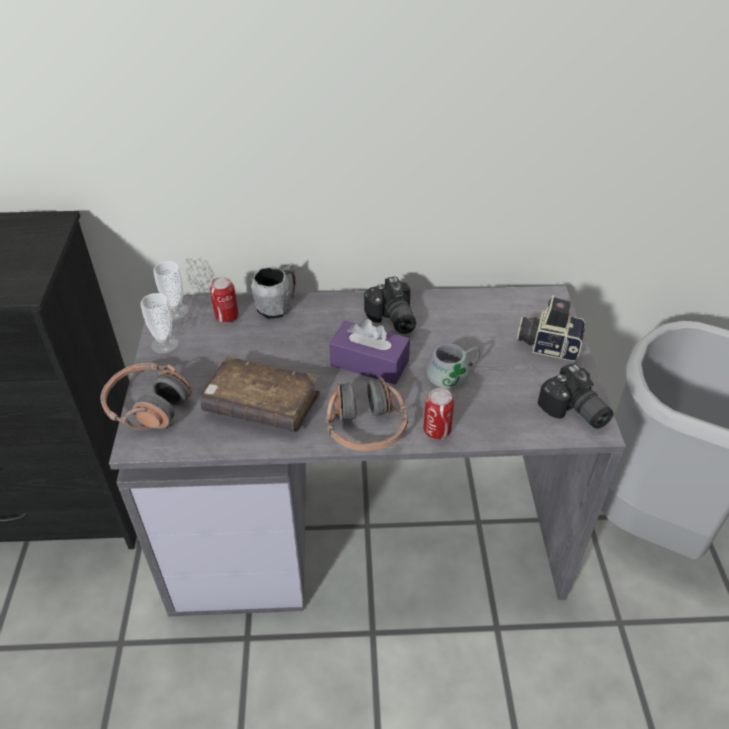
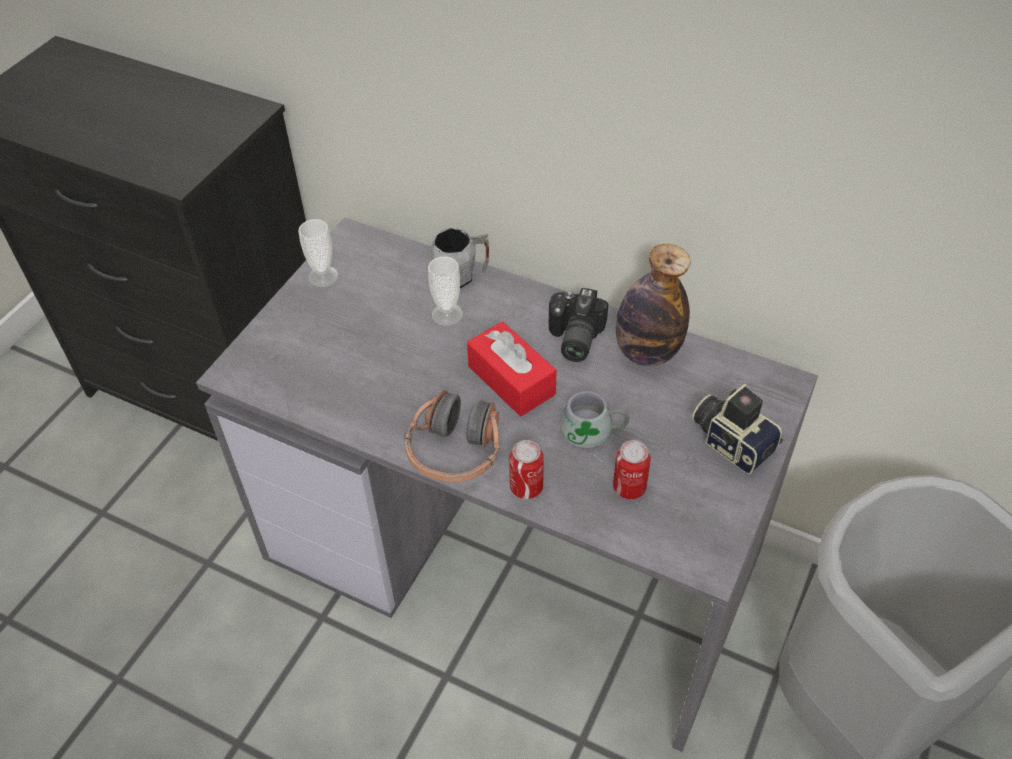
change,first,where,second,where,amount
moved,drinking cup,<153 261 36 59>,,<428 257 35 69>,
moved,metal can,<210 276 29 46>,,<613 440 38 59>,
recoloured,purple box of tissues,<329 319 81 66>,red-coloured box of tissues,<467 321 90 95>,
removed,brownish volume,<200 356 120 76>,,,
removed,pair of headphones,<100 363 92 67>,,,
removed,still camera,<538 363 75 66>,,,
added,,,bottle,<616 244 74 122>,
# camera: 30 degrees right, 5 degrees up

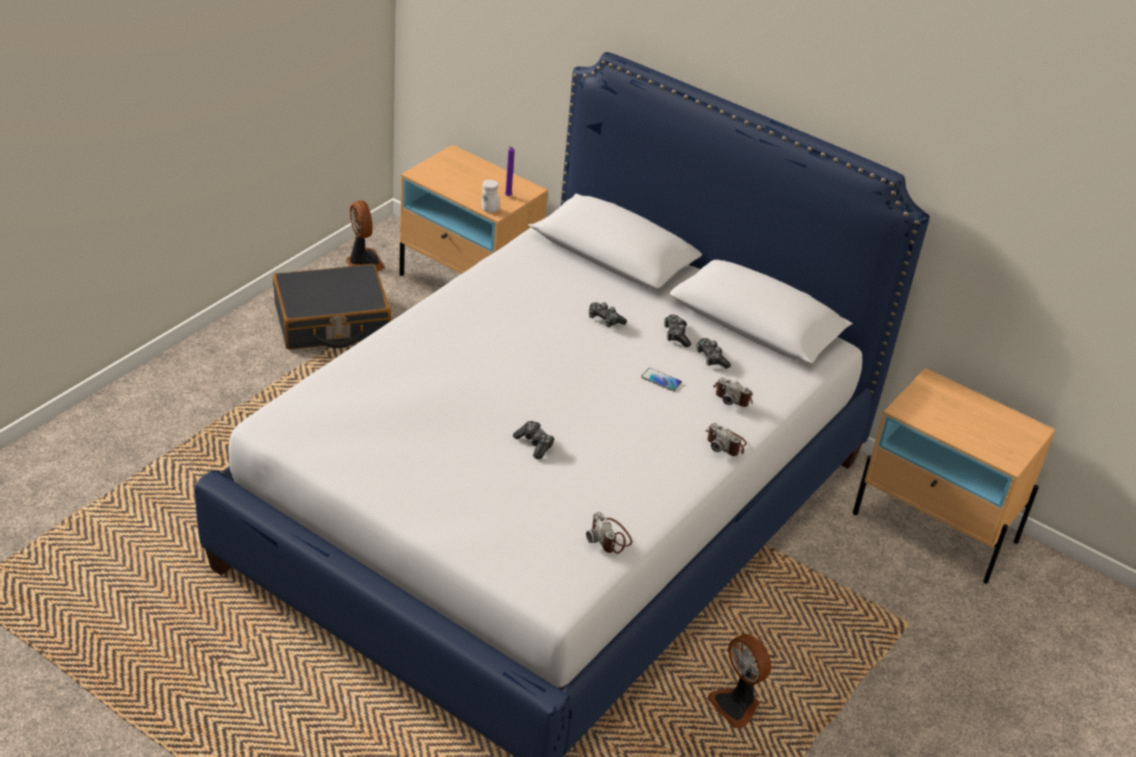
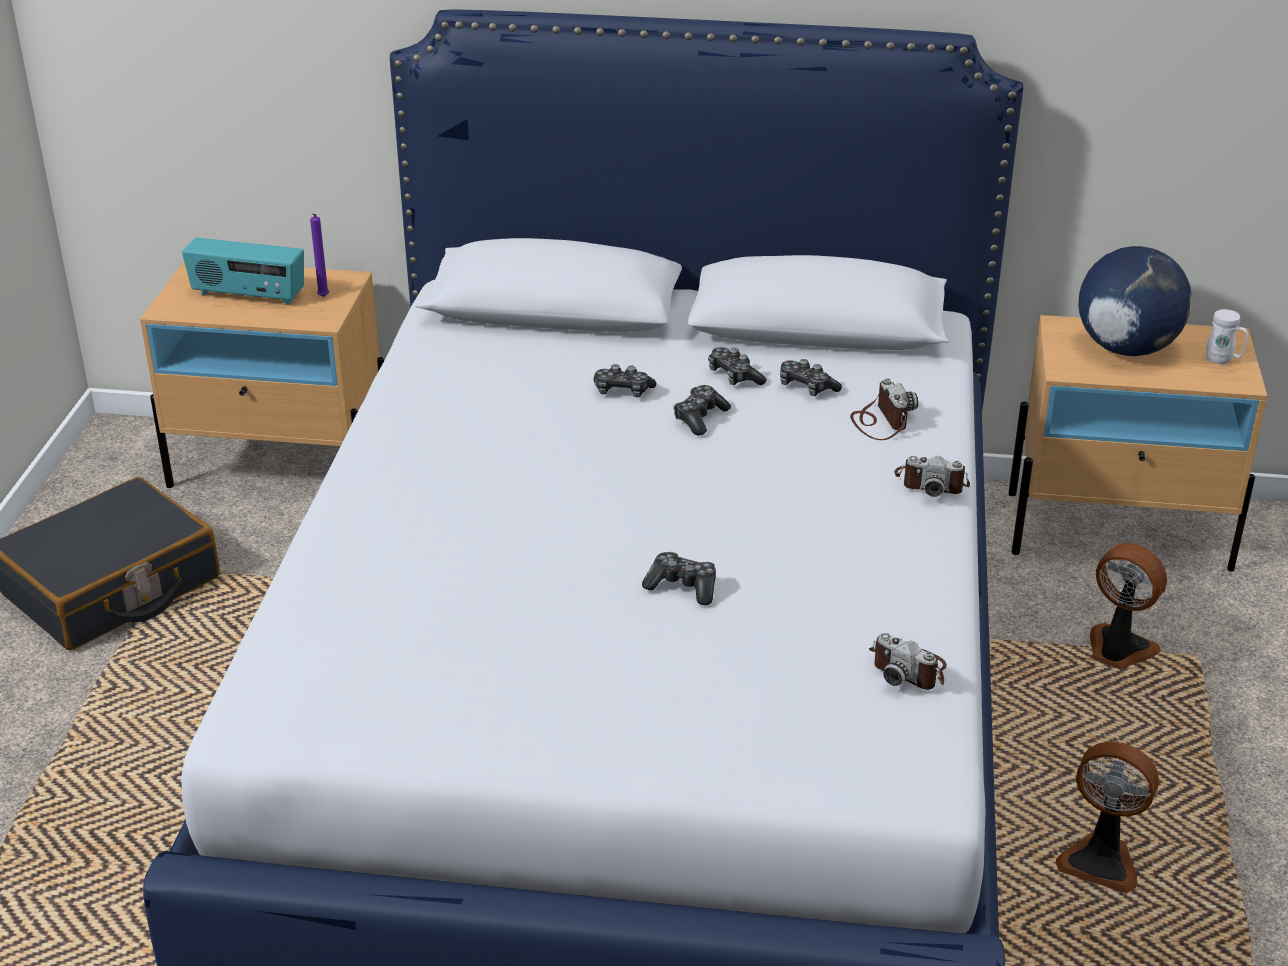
change,first,where,second,where,amount
moved,white mug,<482 180 18 33>,,<1206 309 42 55>,
moved,fan,<346 200 39 71>,,<1090 543 77 127>,
removed,telephone,<641 368 41 23>,,,
turned,still camera,<713 378 40 29>,,<850 378 68 62>,105 degrees counterclockwise
added,,,radio,<182 238 122 67>,
added,,,desk globe,<1078 246 114 110>,
added,,,game controller,<673 385 58 51>,
# camera: 25 degrees left, 5 degrees down

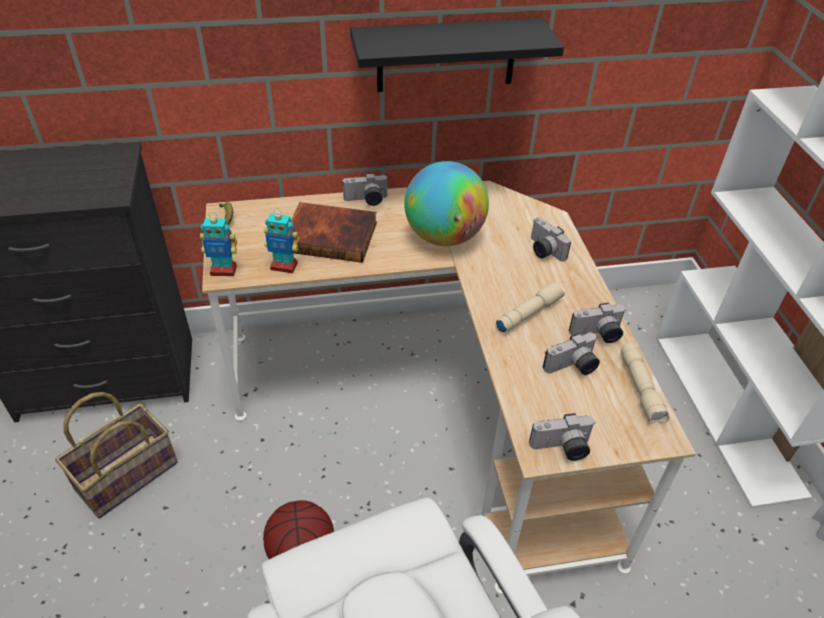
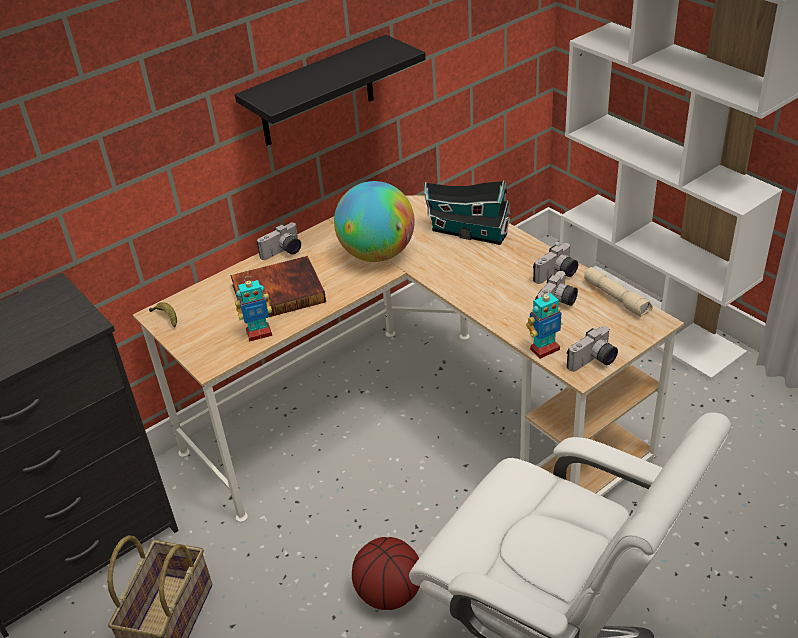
change,first,where,second,where,amount
moved,robot figure,<200 212 37 64>,,<526 290 37 69>,
replaced,still camera,<531 217 40 44>,toy house,<424 180 87 65>,
removed,sand-coloured hand torch,<496 282 69 51>,,,
# camera: 25 degrees left, 5 degrees down

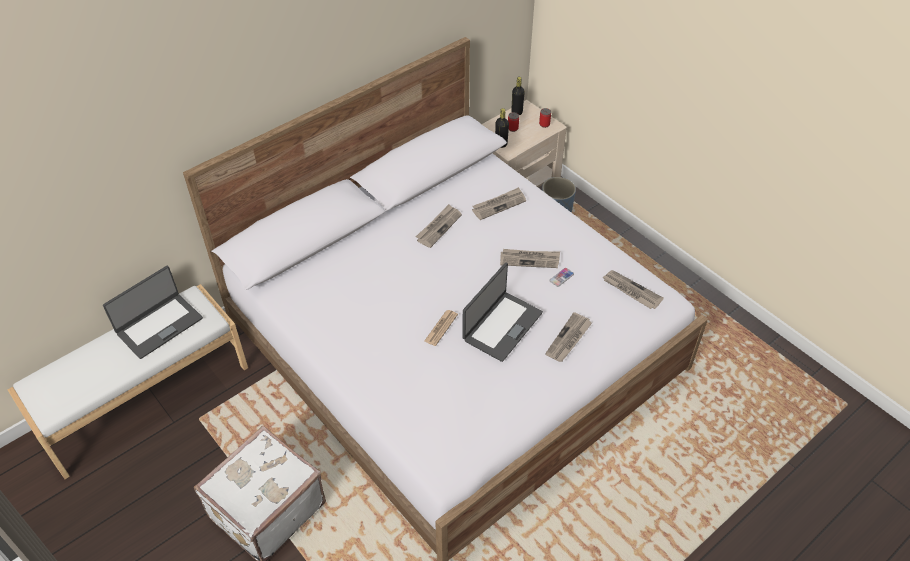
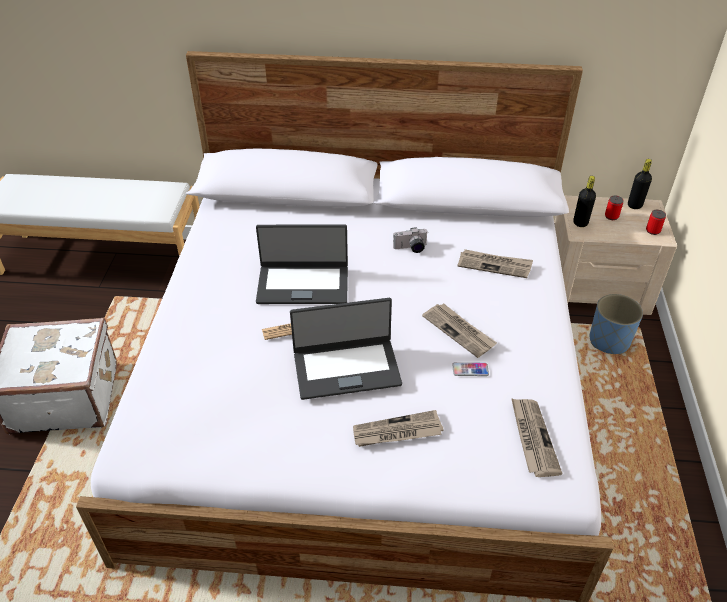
change,first,where,second,where,amount
replaced,newspaper,<416 204 46 44>,still camera,<393 227 35 26>,
moved,laptop,<103 266 100 93>,,<256 225 92 79>,
# camera: 45 degrees right, 5 degrees down

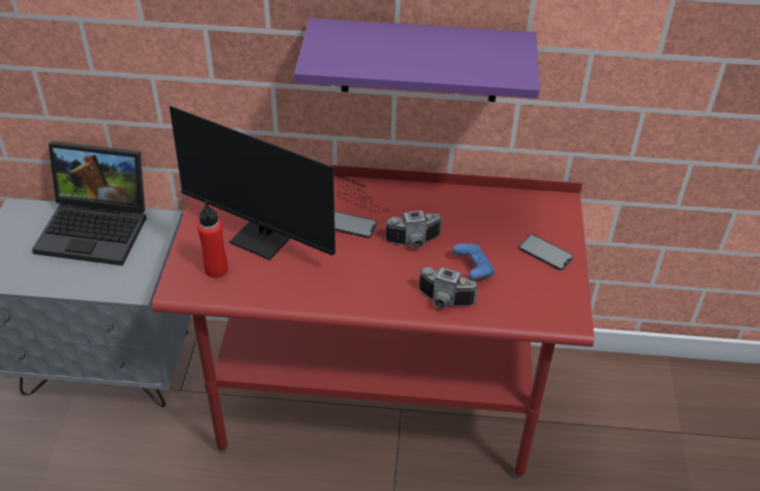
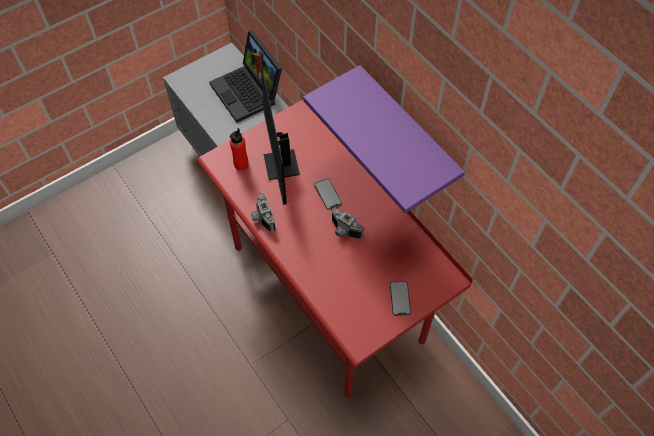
change,first,where,second,where,amount
removed,bluish game controller,<452 243 43 37>,,,
moved,still camera,<419 267 60 41>,,<251 193 25 39>,
# camera: 50 degrees right, 15 degrees up

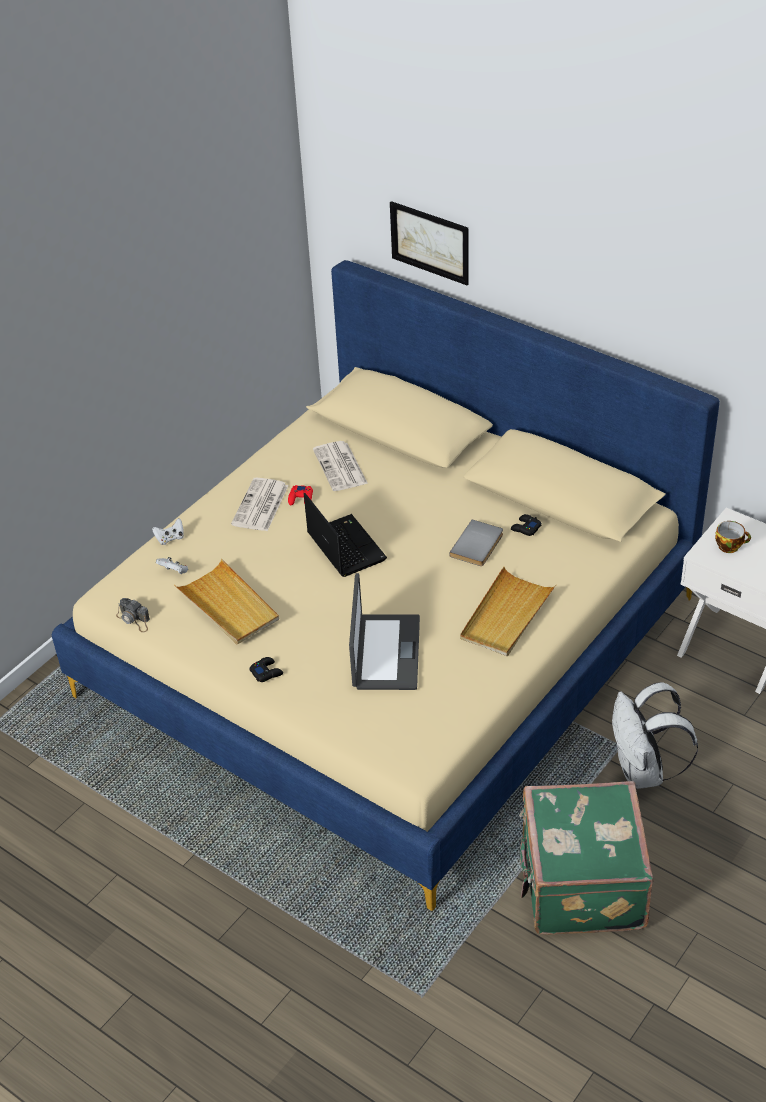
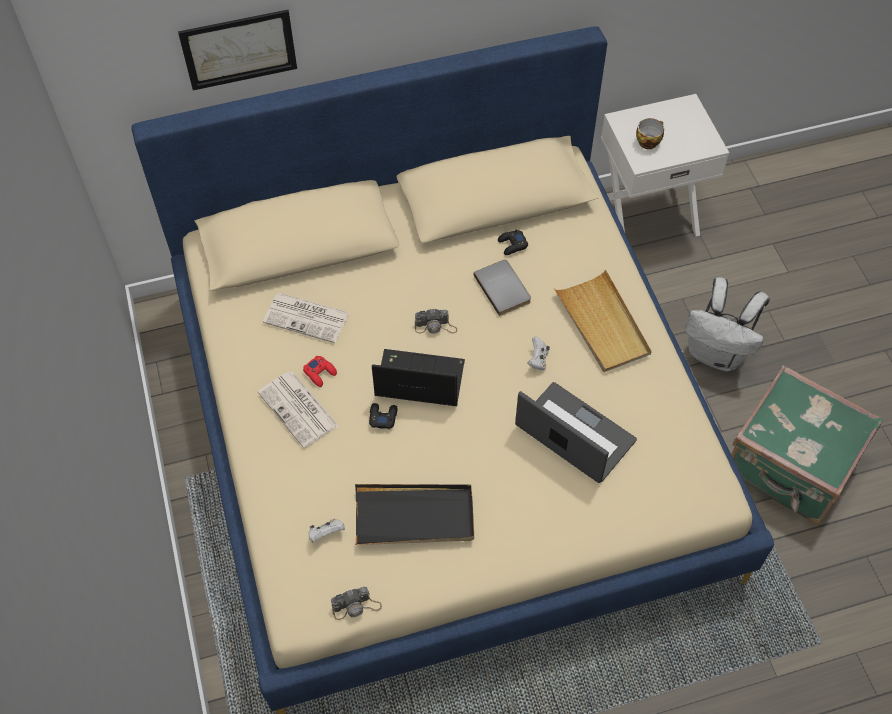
change,first,where,second,where,amount
moved,white game controller,<152 518 32 27>,,<528 337 22 34>,
recoloured,sand-coloured serving tray,<174 559 105 85>,blackish serving tray,<355 484 119 61>,
moved,blackish game controller,<249 657 34 25>,,<369 403 29 26>,
added,,,still camera,<415 308 42 26>,
# camera: 55 degrees left, 15 degrees up

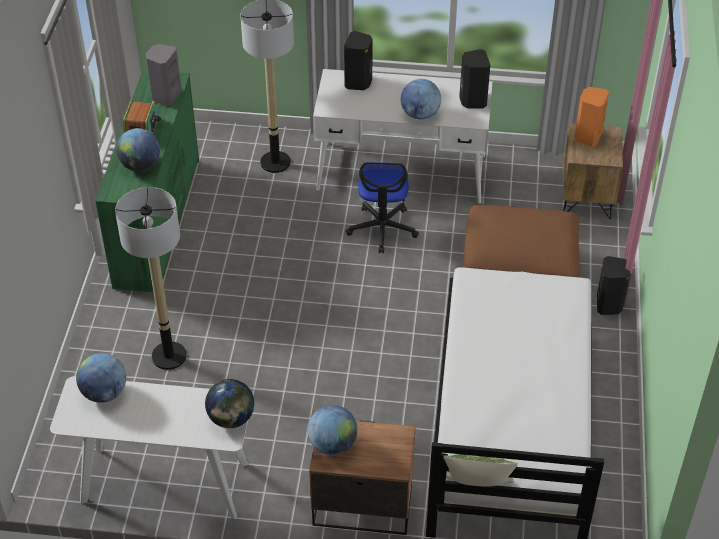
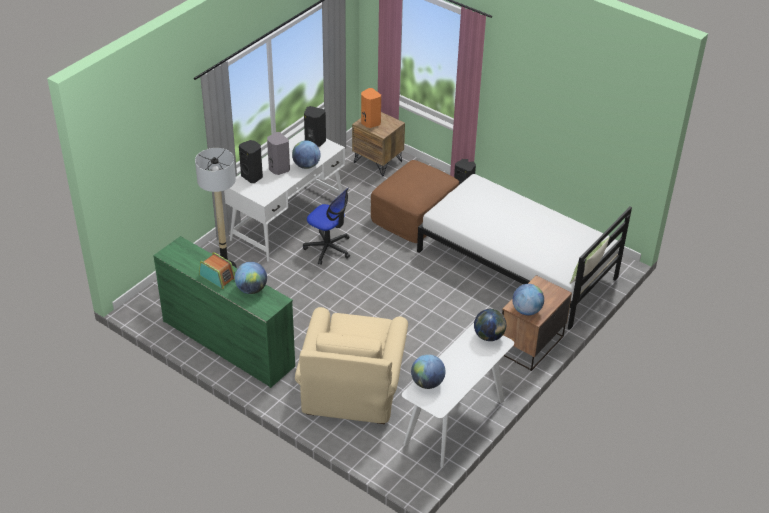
change,first,where,second,where,amount
moved,gray audio speaker,<146 44 36 62>,,<267 132 23 43>,
replaced,floor lamp,<115 187 71 183>,sand-coloured armchair,<295 307 113 117>,
# camera: 60 degrees left, 5 degrees down

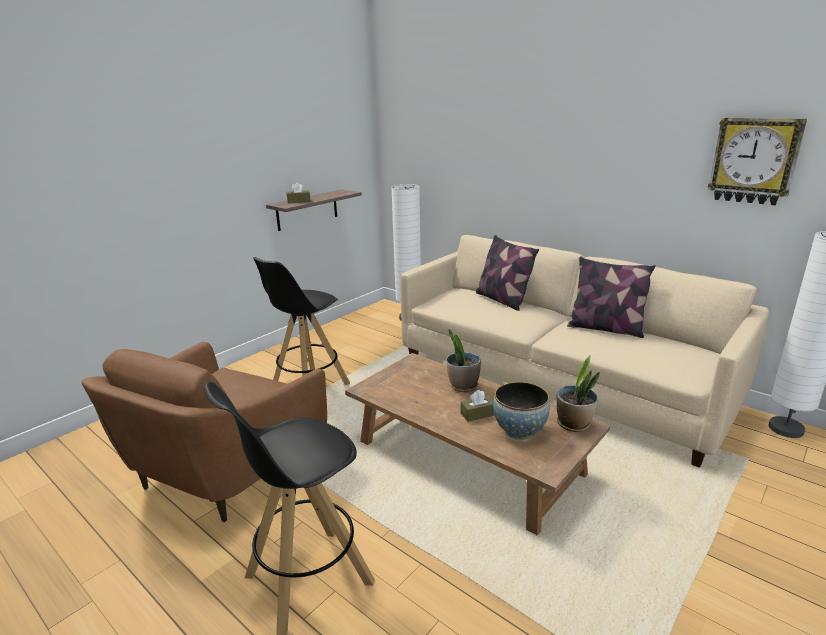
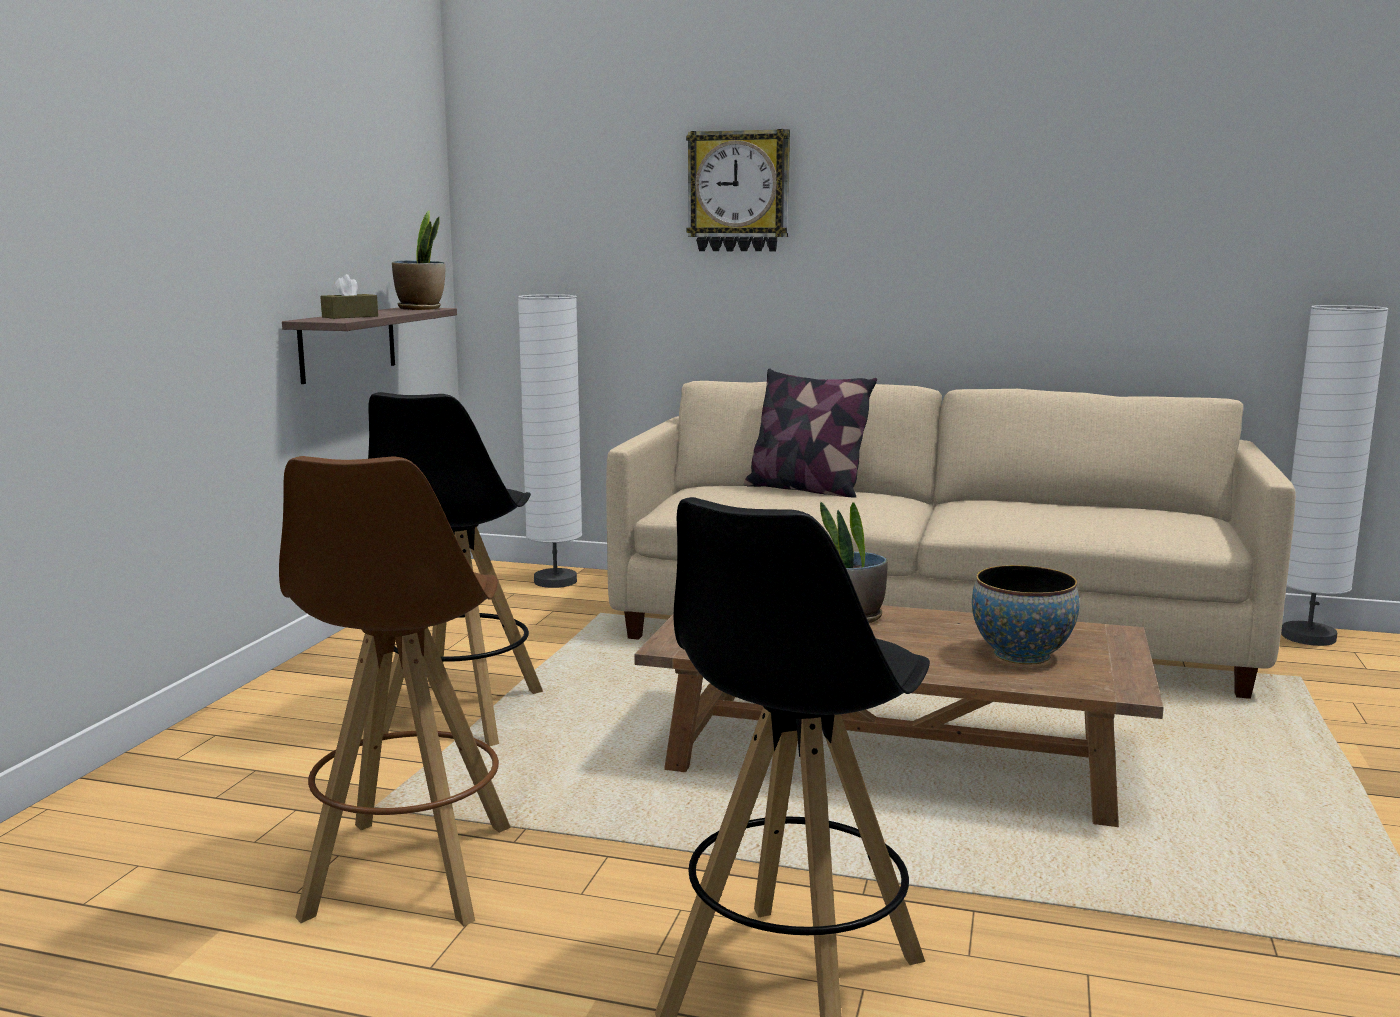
change,first,where,second,where,amount
moved,hanging clock,<708 117 99 88>,,<686 129 104 123>,
removed,pillow,<567 256 88 82>,,,
replaced,brownish armchair,<82 342 245 180>,brownish sitting stool,<279 456 232 470>,
moved,plant in a pot,<556 355 44 77>,,<392 211 54 99>,
removed,brownish box of tissues,<461 390 34 32>,,,
# camera: 25 degrees left, 10 degrees down

